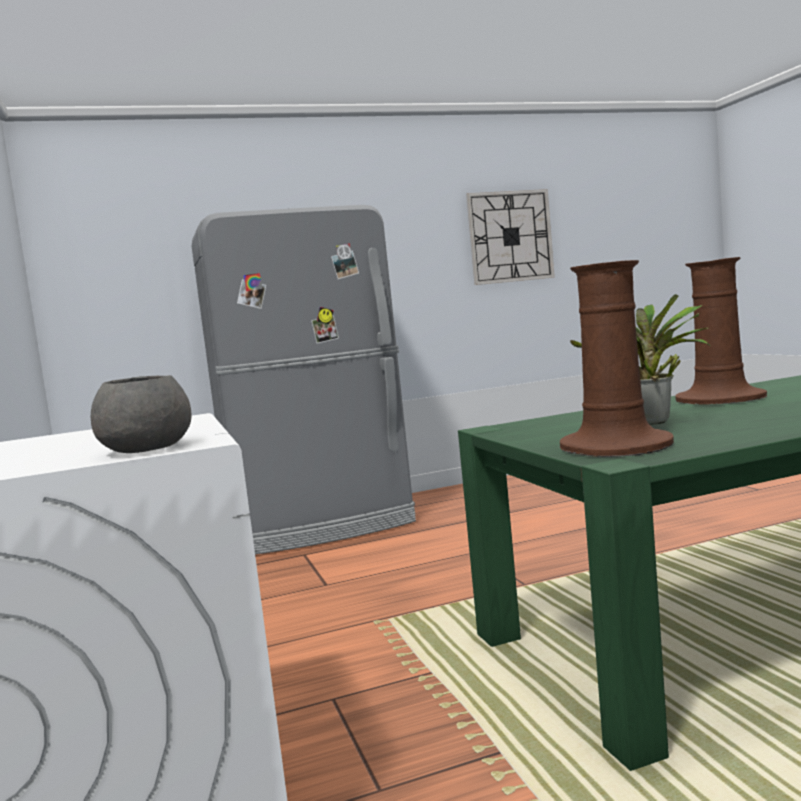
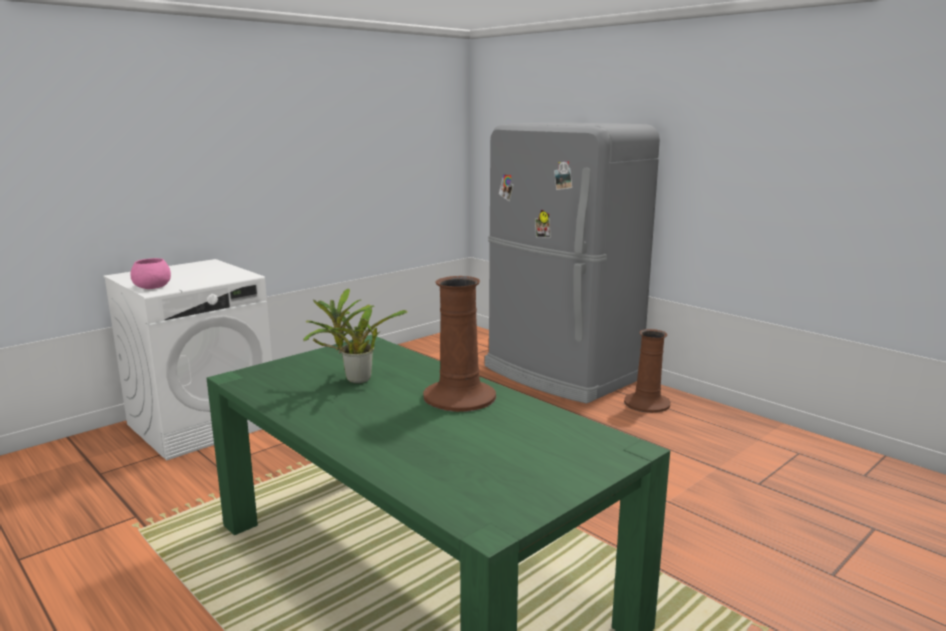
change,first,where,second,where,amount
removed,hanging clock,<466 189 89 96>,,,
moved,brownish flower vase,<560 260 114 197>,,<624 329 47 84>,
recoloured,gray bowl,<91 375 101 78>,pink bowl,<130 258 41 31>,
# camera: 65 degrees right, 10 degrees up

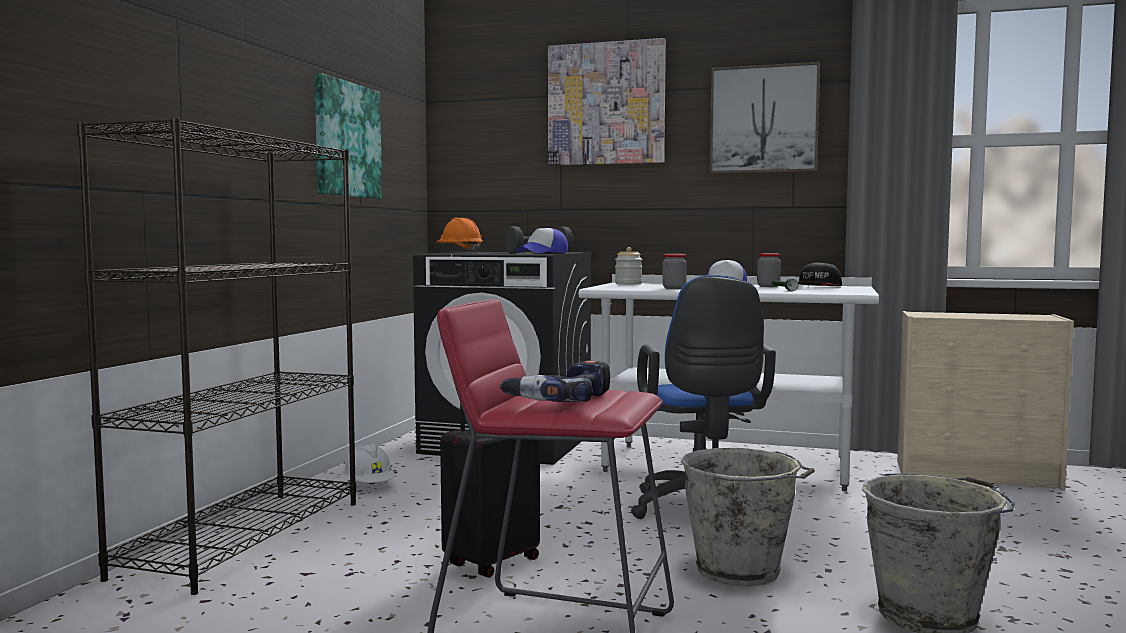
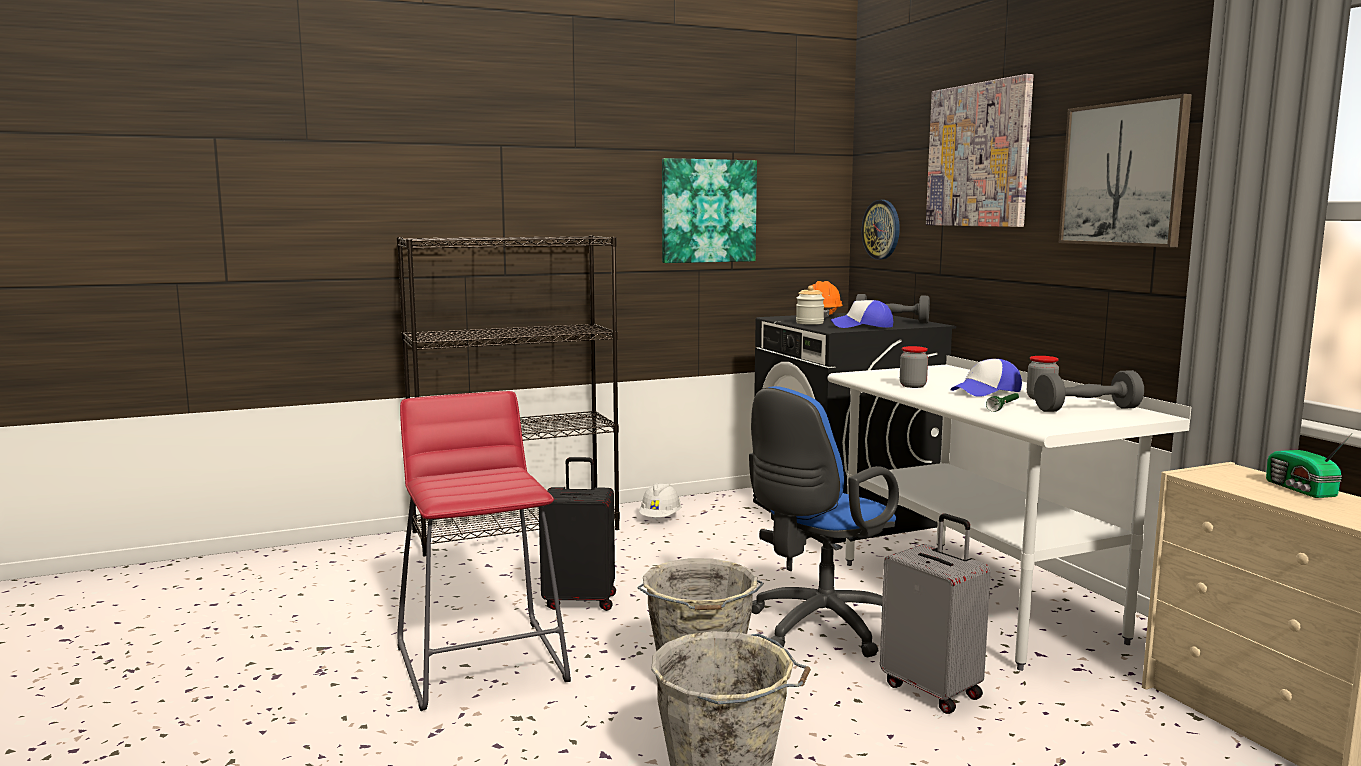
change,first,where,second,where,amount
moved,jar,<615 247 28 38>,,<796 285 29 40>,
replaced,baseball cap,<798 262 44 24>,gray dumbbell,<1034 370 110 42>,
removed,power drill,<500 360 110 42>,,,
added,,,hanging clock,<862 200 38 60>,
added,,,radio,<1266 433 86 65>,
added,,,gray travel case,<880 514 111 200>,
# camera: 50 degrees right, 5 degrees up

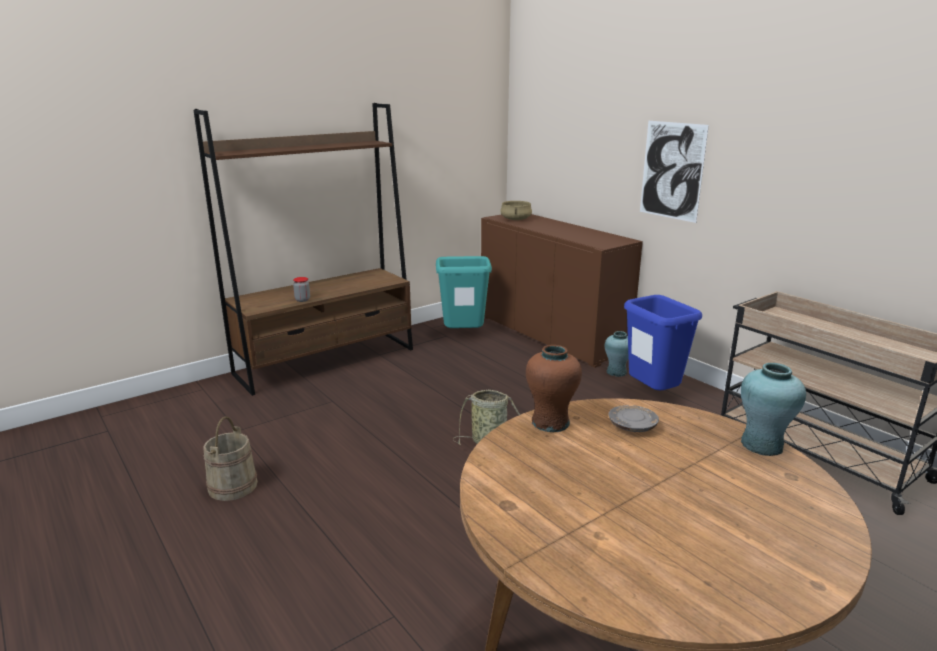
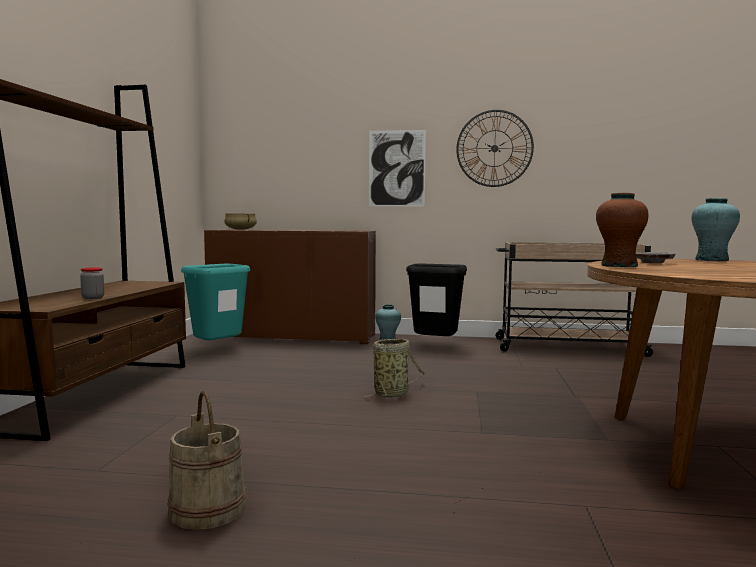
change,first,where,second,where,amount
recoloured,bluish trash can,<624 295 78 95>,blackish trash can,<406 263 61 73>,
added,,,hanging clock,<456 110 78 77>,
# camera: 45 degrees left, 15 degrees down

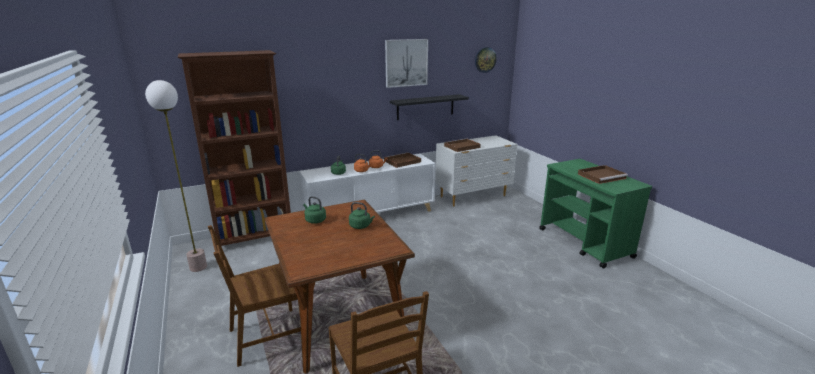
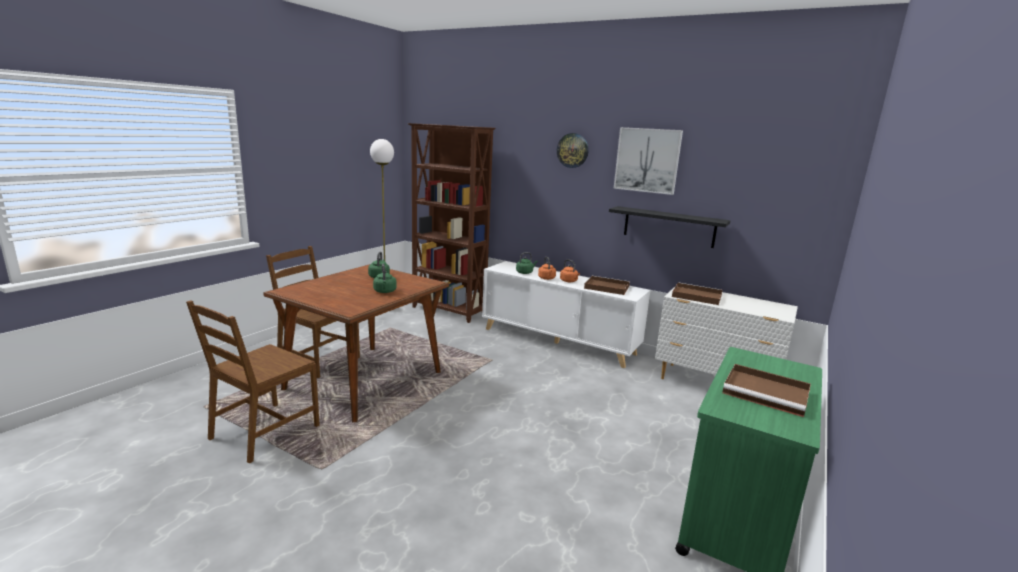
change,first,where,second,where,amount
moved,hanging clock,<475 47 22 26>,,<557 133 32 35>,
# camera: 55 degrees right, 5 degrees down

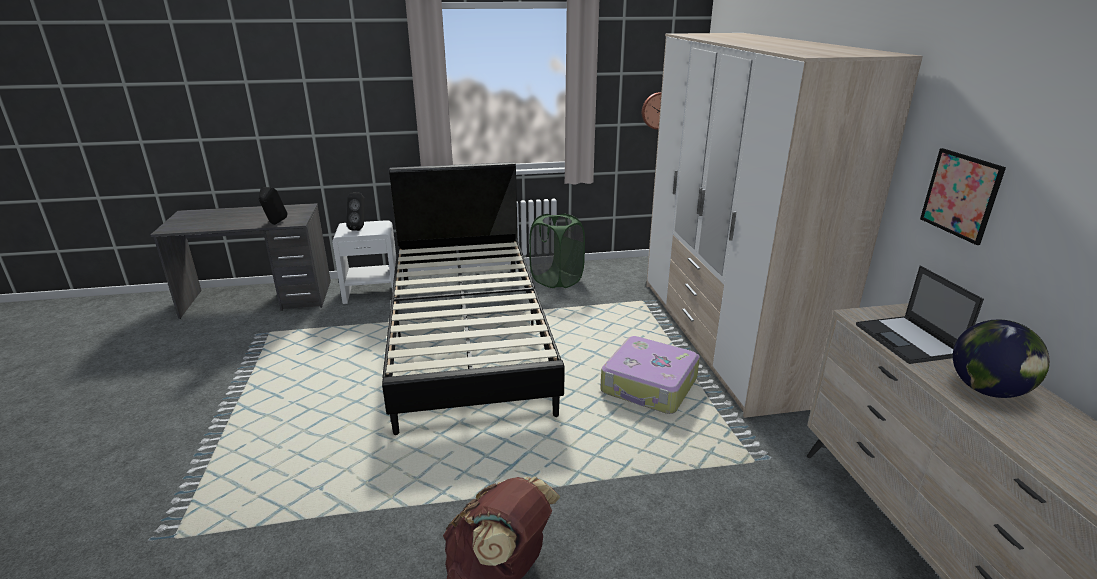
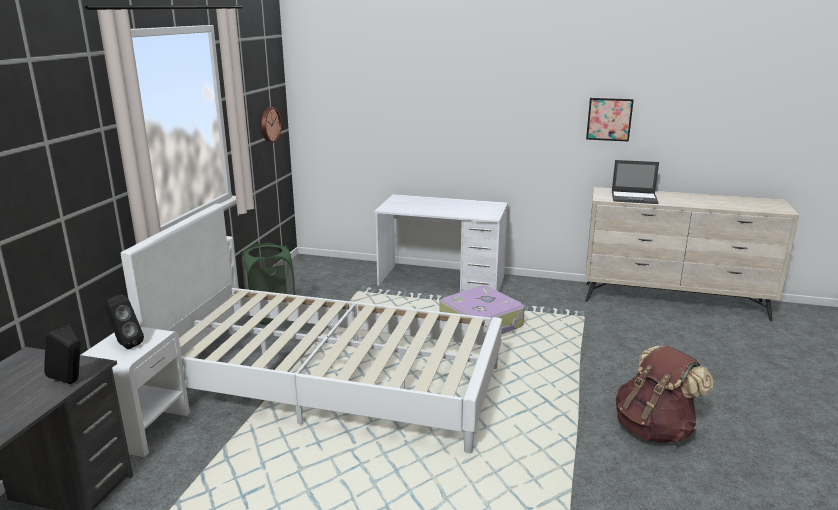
change,first,where,second,where,amount
replaced,armoire,<646 33 277 385>,white desk table,<374 194 134 98>,
recoloured,blackish bed,<382 162 183 273>,white bed,<121 204 381 249>,
removed,desk globe,<953 320 97 78>,,,
# camera: 65 degrees left, 5 degrees down

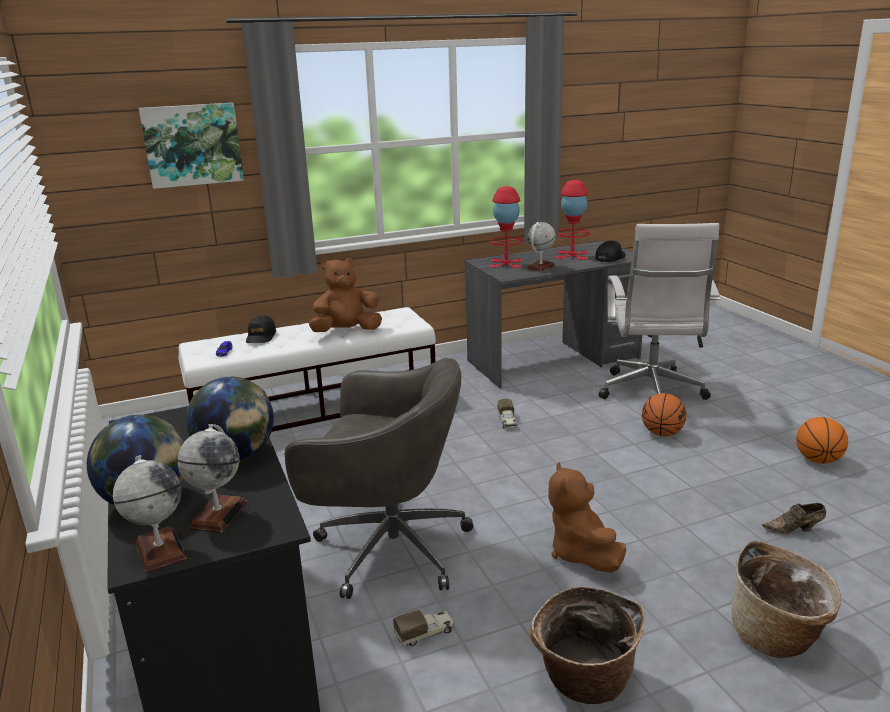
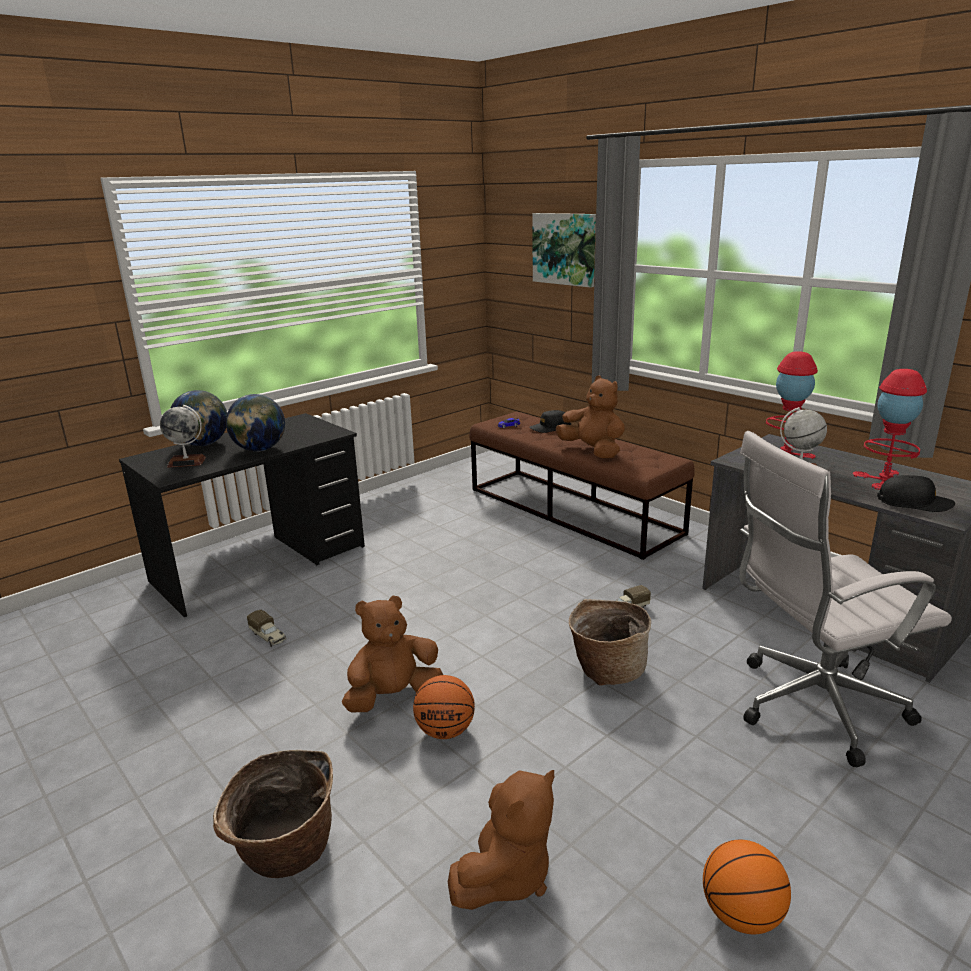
change,first,where,second,where,amount
recoloured,white bench,<178 307 258 125>,brownish bench,<469 412 226 148>,
removed,gray desk chair,<285 358 188 241>,,,
moved,basketball,<642 393 44 43>,,<413 675 62 64>,
removed,desk globe,<113 455 74 118>,,,
replaced,brownish shoe,<762 503 64 32>,brownish soft toy,<448 770 106 140>,
moved,basket,<530 586 115 118>,,<569 599 82 87>,
# camera: 70 degrees right, 0 degrees up

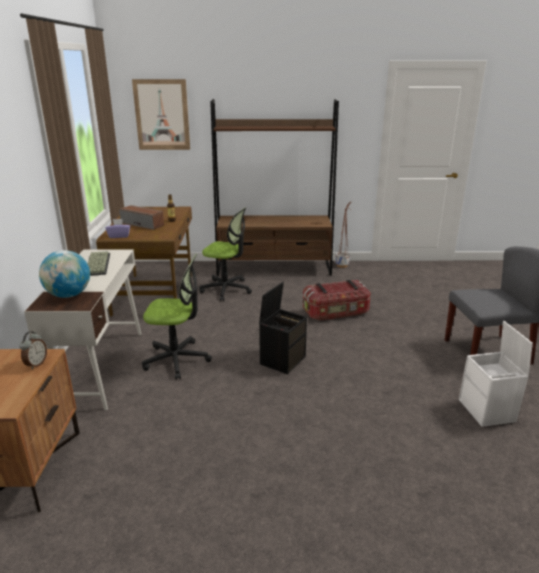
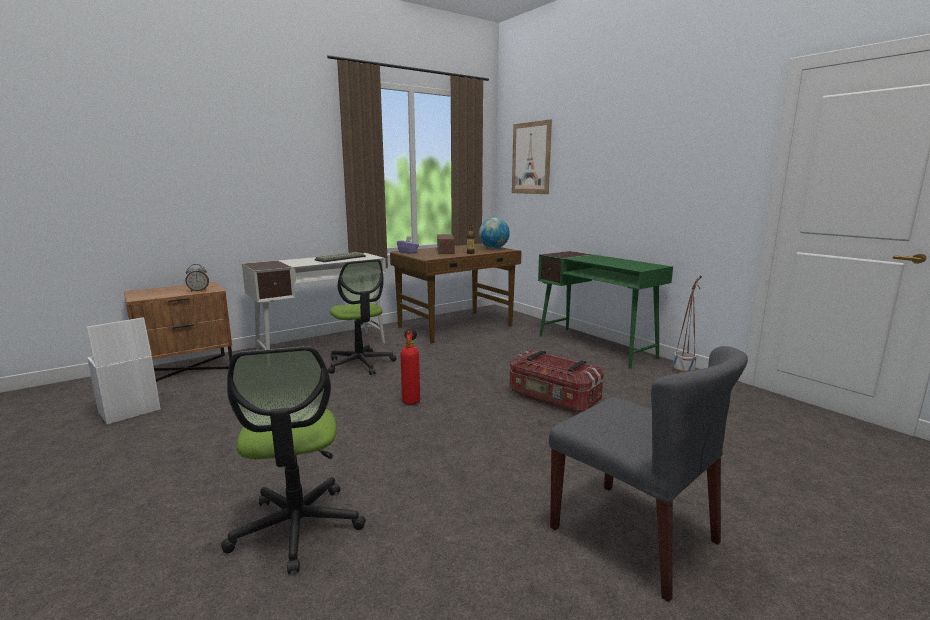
change,first,where,second,where,amount
replaced,brownish bookshelf,<210 99 129 177>,greenish desk table,<538 251 135 117>,
moved,desk chair,<199 207 53 94>,,<221 346 145 228>,
moved,desk globe,<39 250 51 48>,,<479 218 31 31>,
replaced,blackish storage bin,<259 282 48 92>,fire extinguisher,<400 329 20 76>,
moved,white storage bin,<459 321 74 106>,,<87 317 74 107>,
# camera: 55 degrees right, 10 degrees down

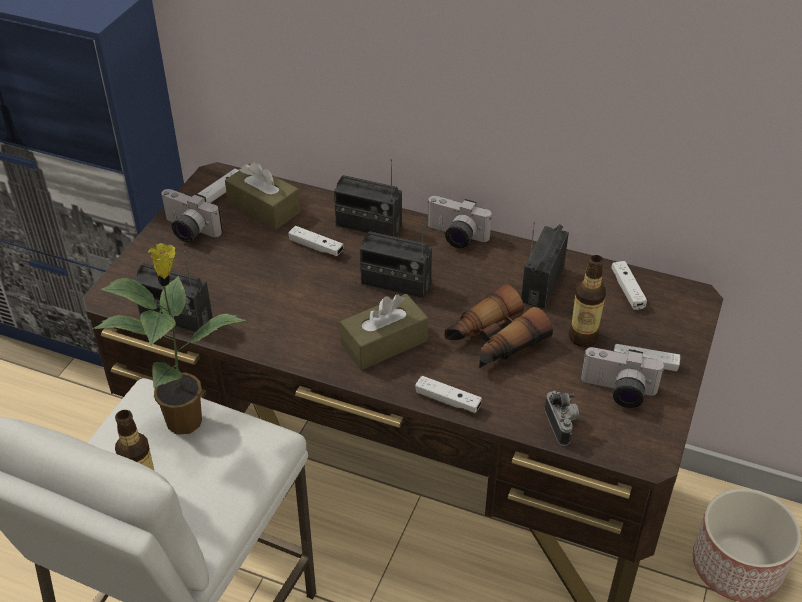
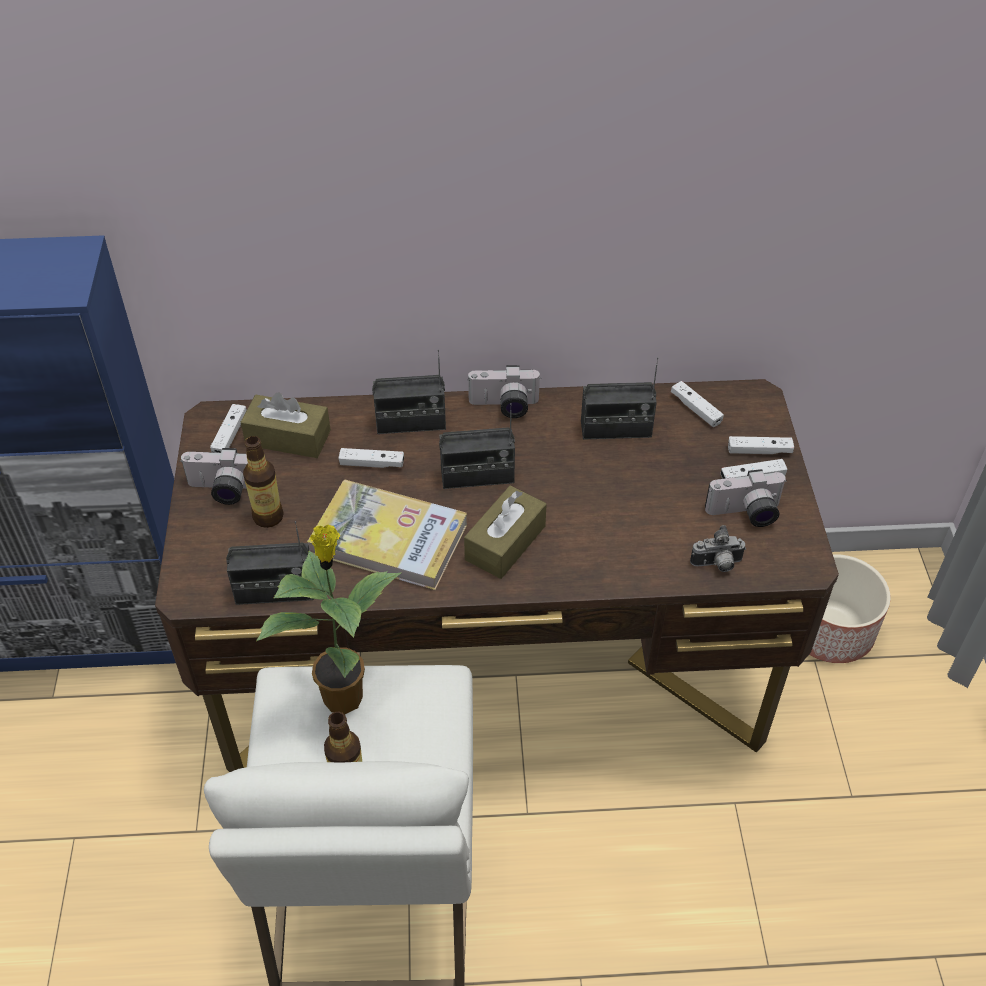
change,first,where,second,where,amount
turned,radio,<521 222 48 87>,,<581 357 77 83>,90 degrees counterclockwise
moved,bottle,<569 255 37 92>,,<243 436 41 92>,
removed,binoculars,<445 285 108 83>,,,
moved,white game controller,<415 376 67 37>,,<728 436 66 18>,
turned,still camera,<545 391 34 55>,,<690 525 56 47>,120 degrees clockwise
added,,,volume,<307 480 160 110>,
# camera: 25 degrees left, 5 degrees up

